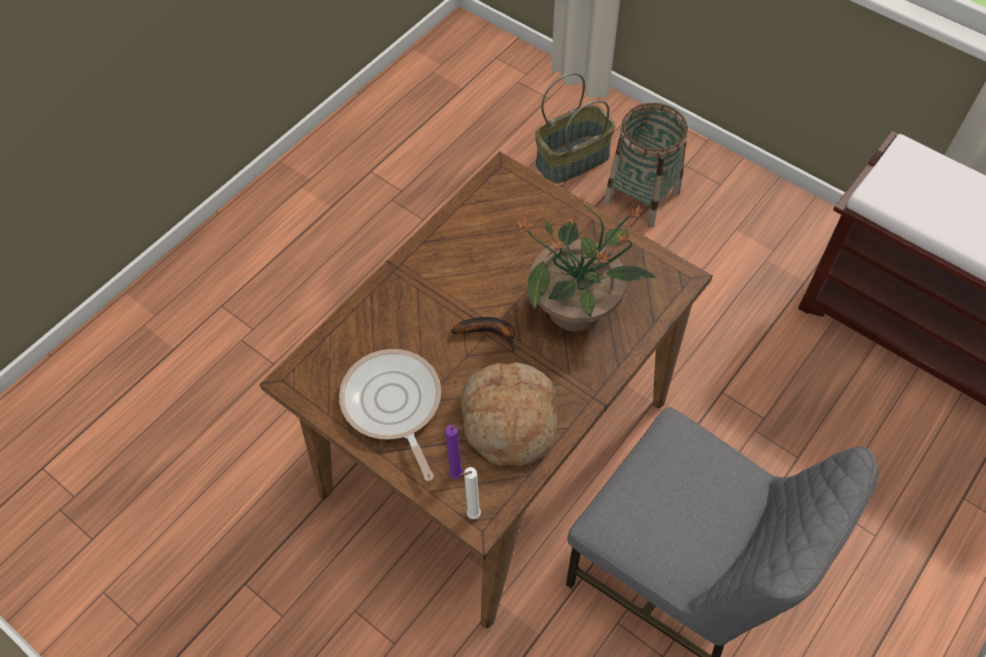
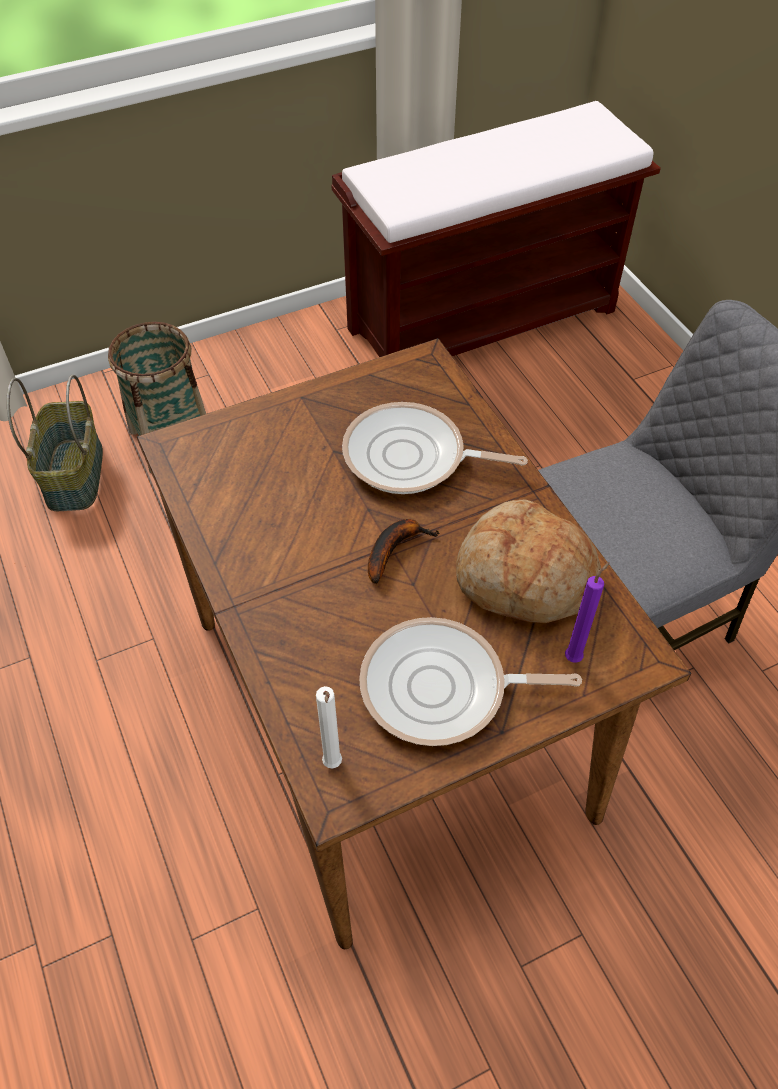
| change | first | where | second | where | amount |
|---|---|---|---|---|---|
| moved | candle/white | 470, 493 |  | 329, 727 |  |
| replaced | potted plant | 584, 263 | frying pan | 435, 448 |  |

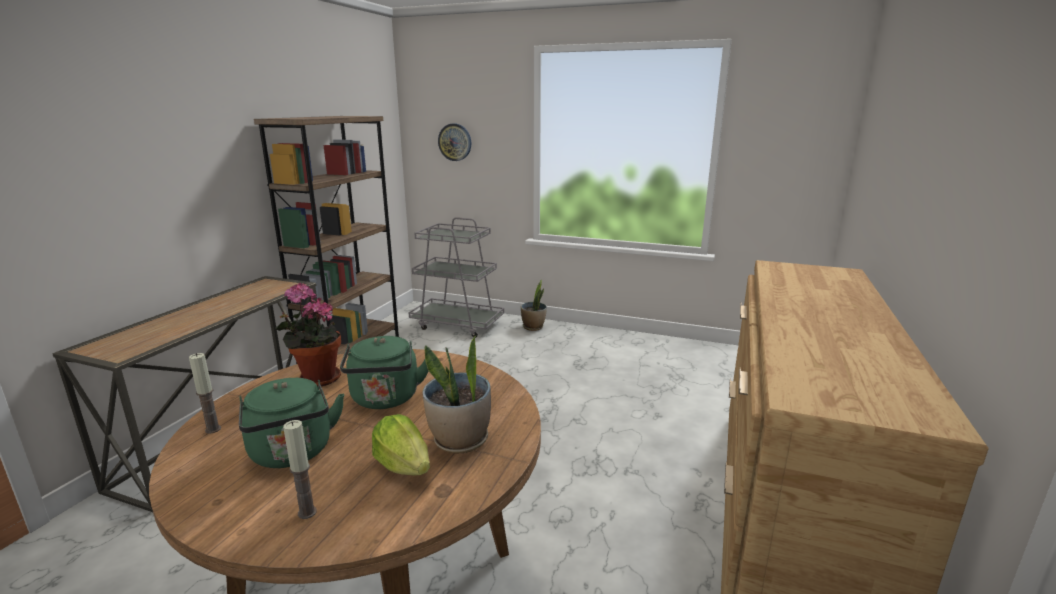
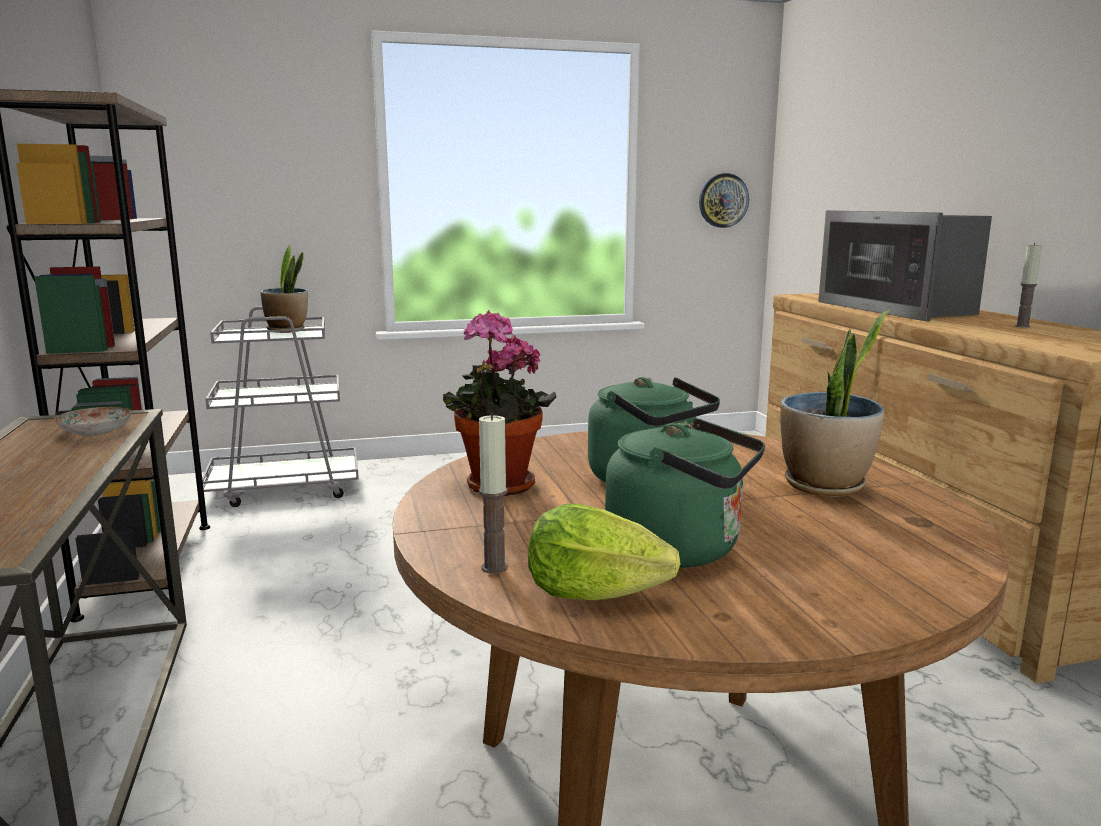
| change | first | where | second | where | amount |
|---|---|---|---|---|---|
| added |  |  | plate | 92, 421 |  |
| moved | potted plant | 534, 305 |  | 284, 289 |  |
| moved | lettuce | 401, 444 |  | 604, 552 |  |
| moved | wall clock | 454, 142 |  | 724, 200 |  |
| added |  |  | microwave | 905, 266 |  |
| moved | candle | 300, 469 |  | 1028, 285 |  |

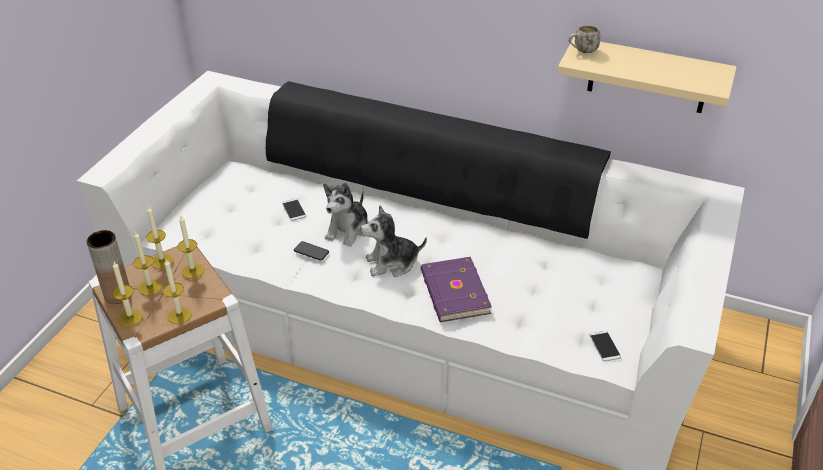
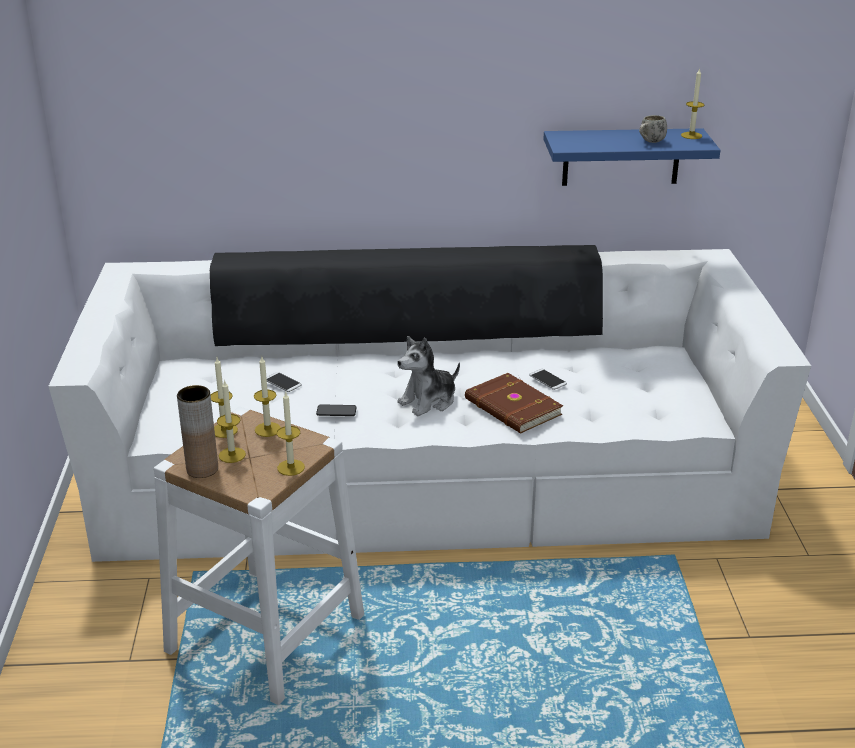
| change | first | where | second | where | amount |
|---|---|---|---|---|---|
| recoloured | book/purple | 456, 289 | book/brown | 514, 403 |  |
| moved | phone | 605, 346 |  | 548, 379 |  |
| recoloured | shelf/beige | 647, 75 | shelf/blue | 632, 157 |  |
| moved | mug/white | 584, 39 |  | 653, 129 |  |
| moved | candle | 127, 294 |  | 692, 103 |  |
| removed | plush toy | 345, 215 |  |  |  |

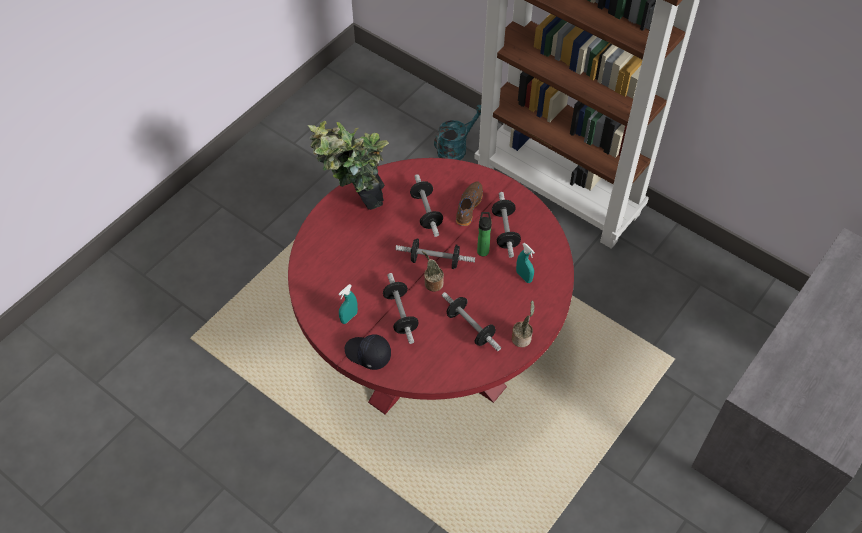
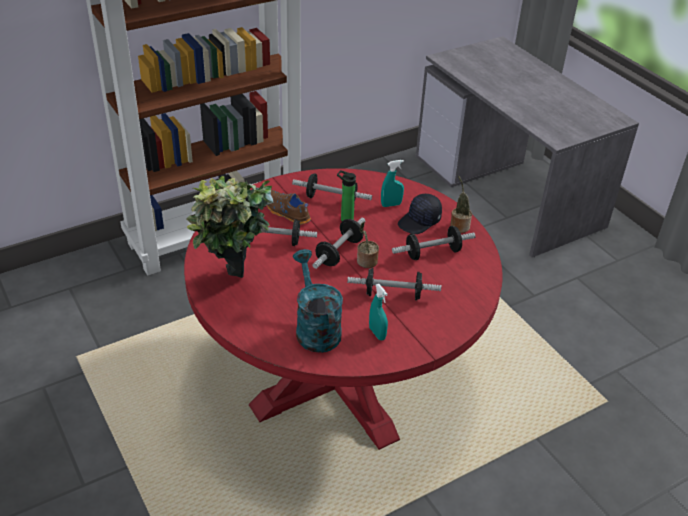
| change | first | where | second | where | amount |
|---|---|---|---|---|---|
| moved | watering can/turquoise | 457, 132 |  | 318, 301 |  |
| moved | cap/black | 368, 352 |  | 420, 214 |  |

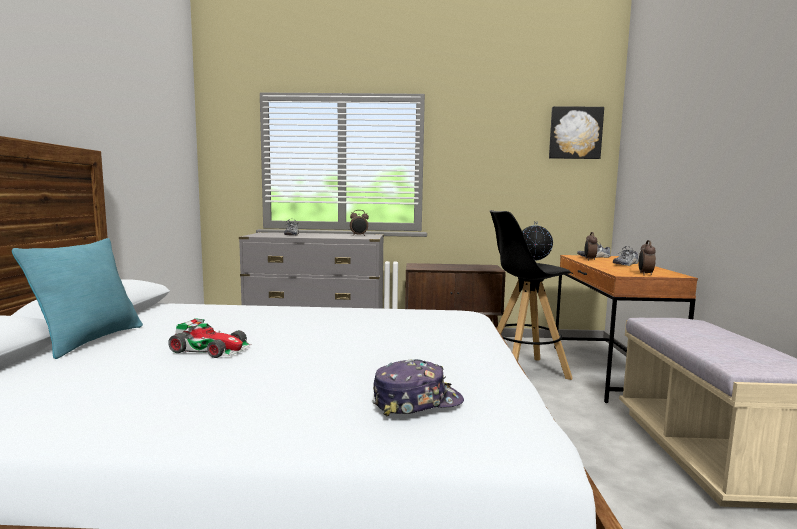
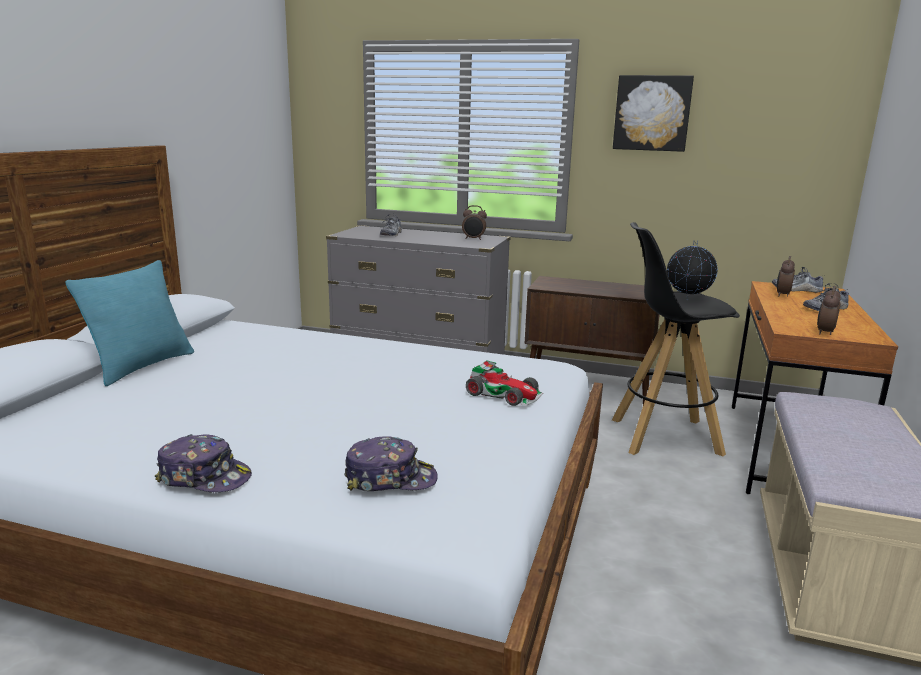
| change | first | where | second | where | amount |
|---|---|---|---|---|---|
| added |  |  | cap | 203, 463 |  |
| moved | toy car | 210, 338 |  | 505, 383 |  |
| moved | picture | 576, 132 |  | 653, 113 |  |

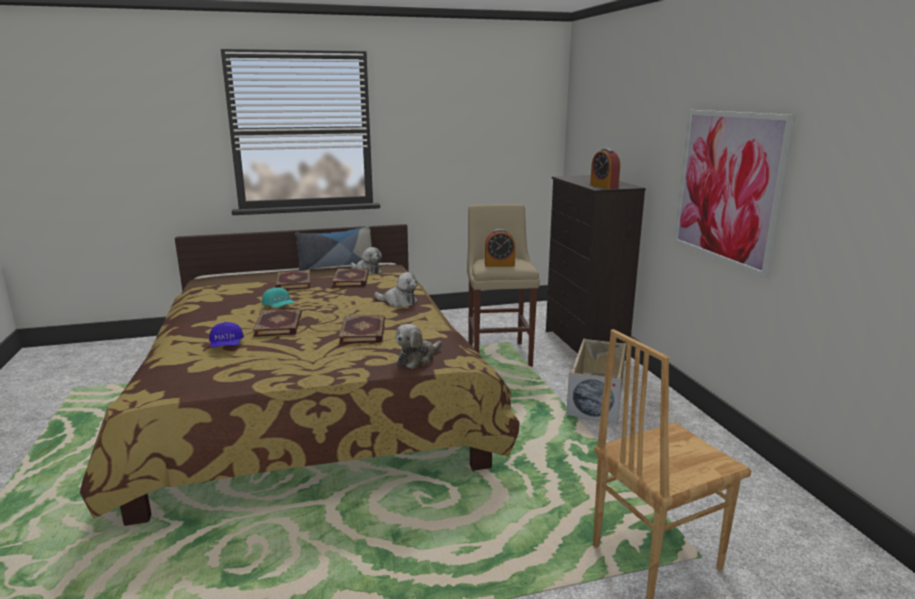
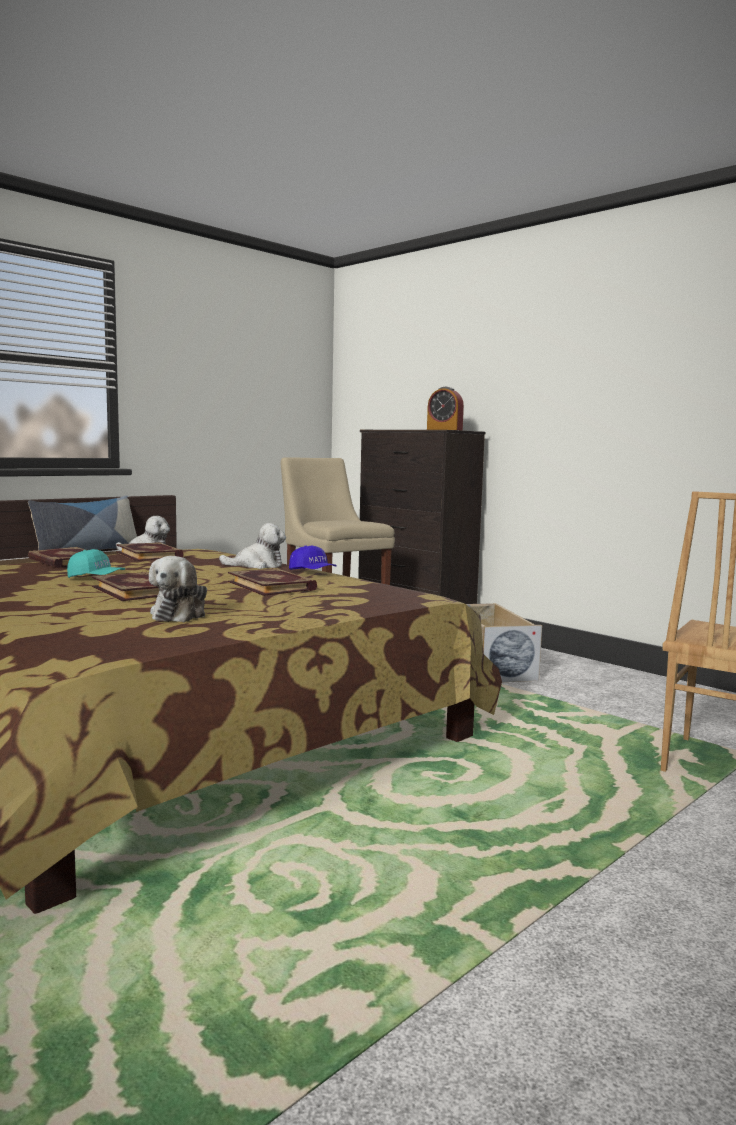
| change | first | where | second | where | amount |
|---|---|---|---|---|---|
| moved | plush toy | 418, 346 |  | 178, 589 |  |
| moved | cap/blue | 226, 334 |  | 313, 558 |  |
| removed | alarm clock | 500, 248 |  |  |  |
| removed | picture | 734, 194 |  |  |  |

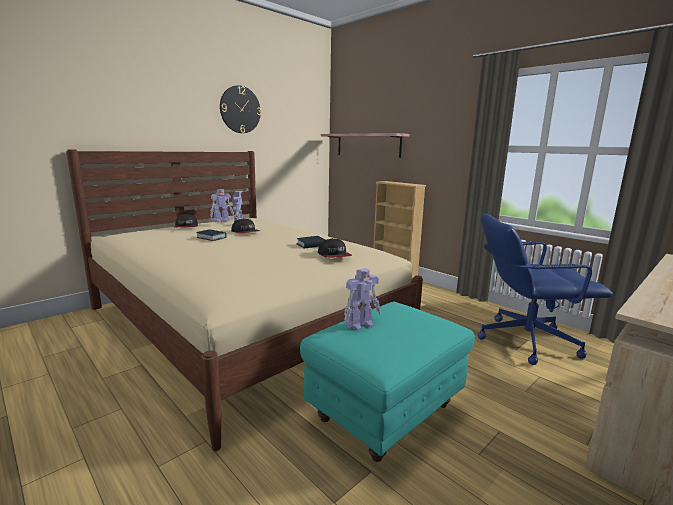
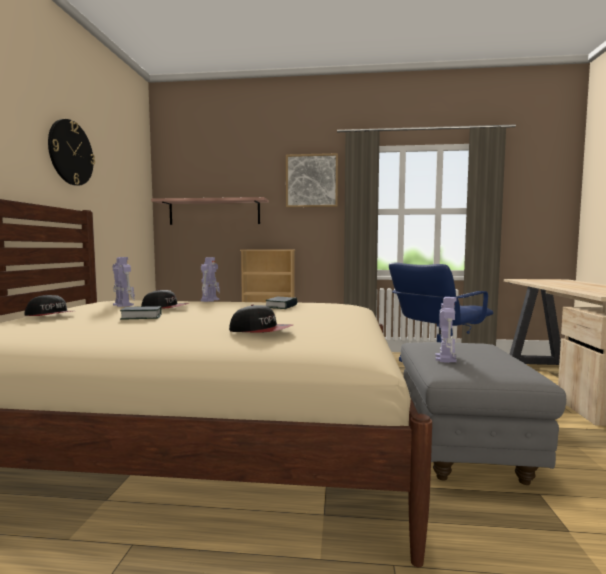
| change | first | where | second | where | amount |
|---|---|---|---|---|---|
| moved | toy robot | 222, 205 |  | 210, 279 |  |
| moved | cap | 335, 248 |  | 261, 319 |  |
| added |  |  | picture | 312, 180 |  |
| recoloured | ottoman/turquoise | 387, 381 | ottoman/grey | 483, 413 |  |

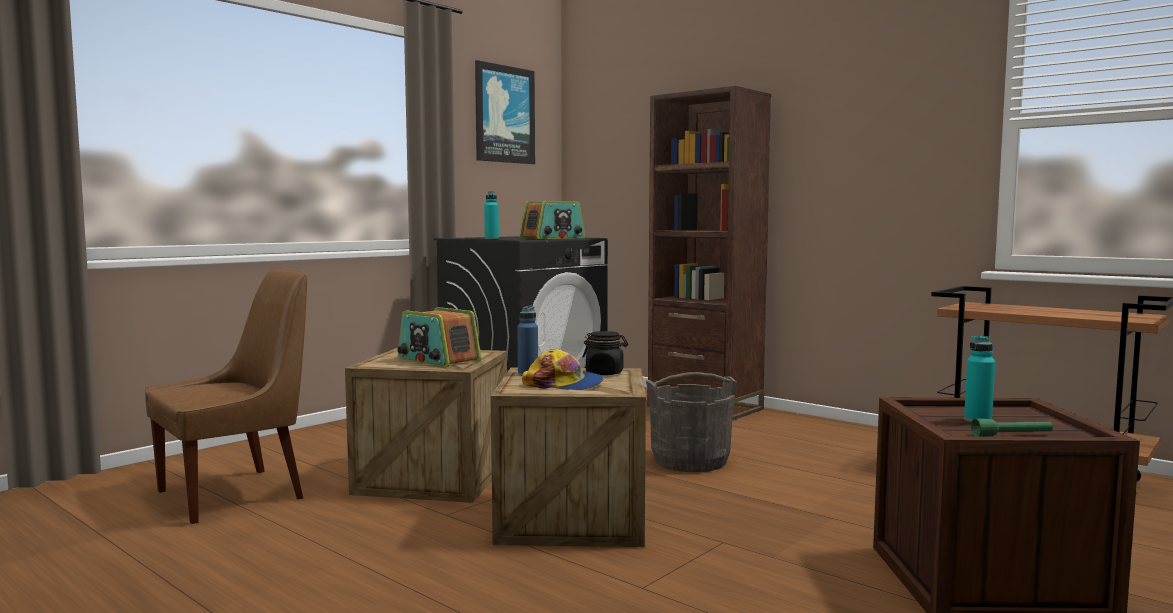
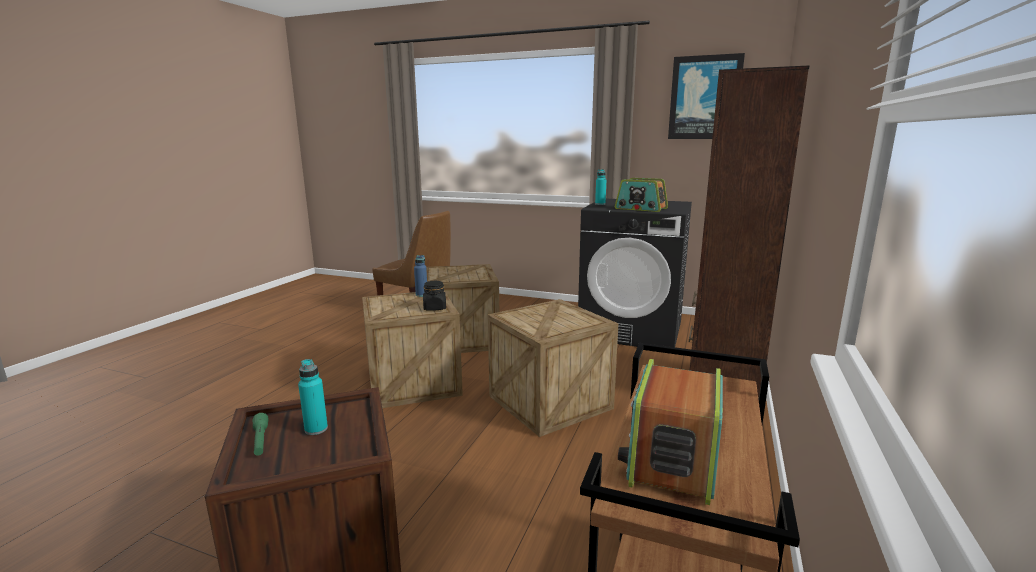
| change | first | where | second | where | amount |
|---|---|---|---|---|---|
| replaced | bucket/grey | 691, 422 | crate | 553, 368 |  |
| moved | radio | 439, 337 |  | 670, 432 |  |
| removed | cap | 563, 369 |  |  |  |

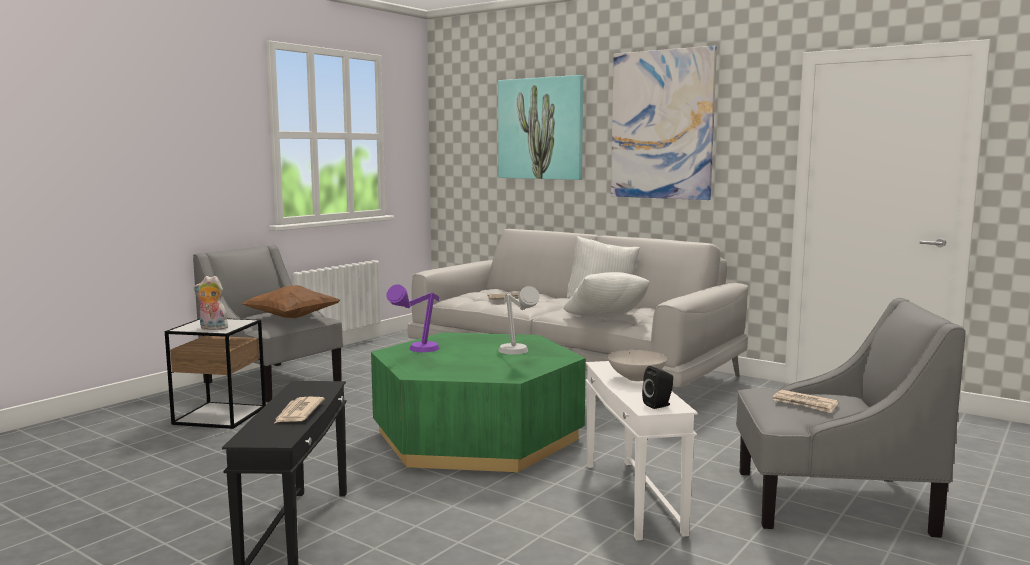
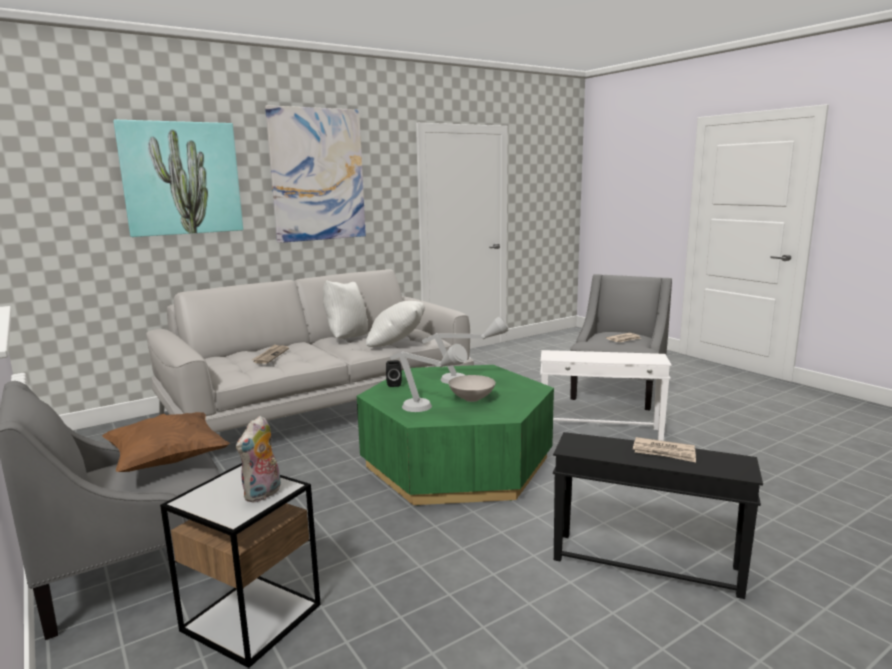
| change | first | where | second | where | amount |
|---|---|---|---|---|---|
| moved | speaker/black | 657, 387 |  | 394, 373 |  |
| recoloured | table lamp/purple | 412, 318 | table lamp/grey | 429, 378 |  |
| moved | bowl/white | 637, 365 |  | 472, 388 |  |

